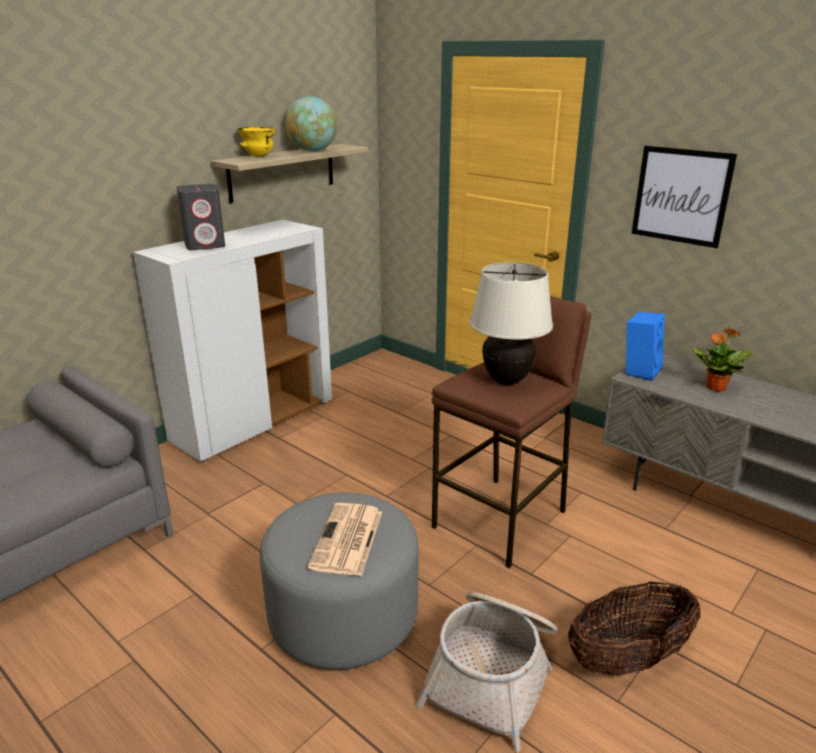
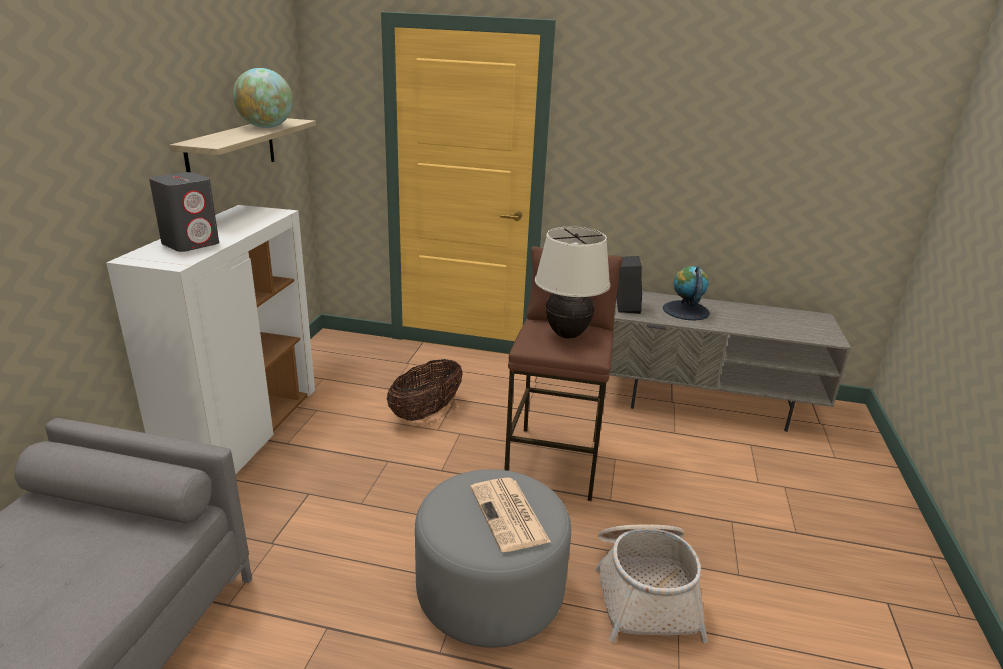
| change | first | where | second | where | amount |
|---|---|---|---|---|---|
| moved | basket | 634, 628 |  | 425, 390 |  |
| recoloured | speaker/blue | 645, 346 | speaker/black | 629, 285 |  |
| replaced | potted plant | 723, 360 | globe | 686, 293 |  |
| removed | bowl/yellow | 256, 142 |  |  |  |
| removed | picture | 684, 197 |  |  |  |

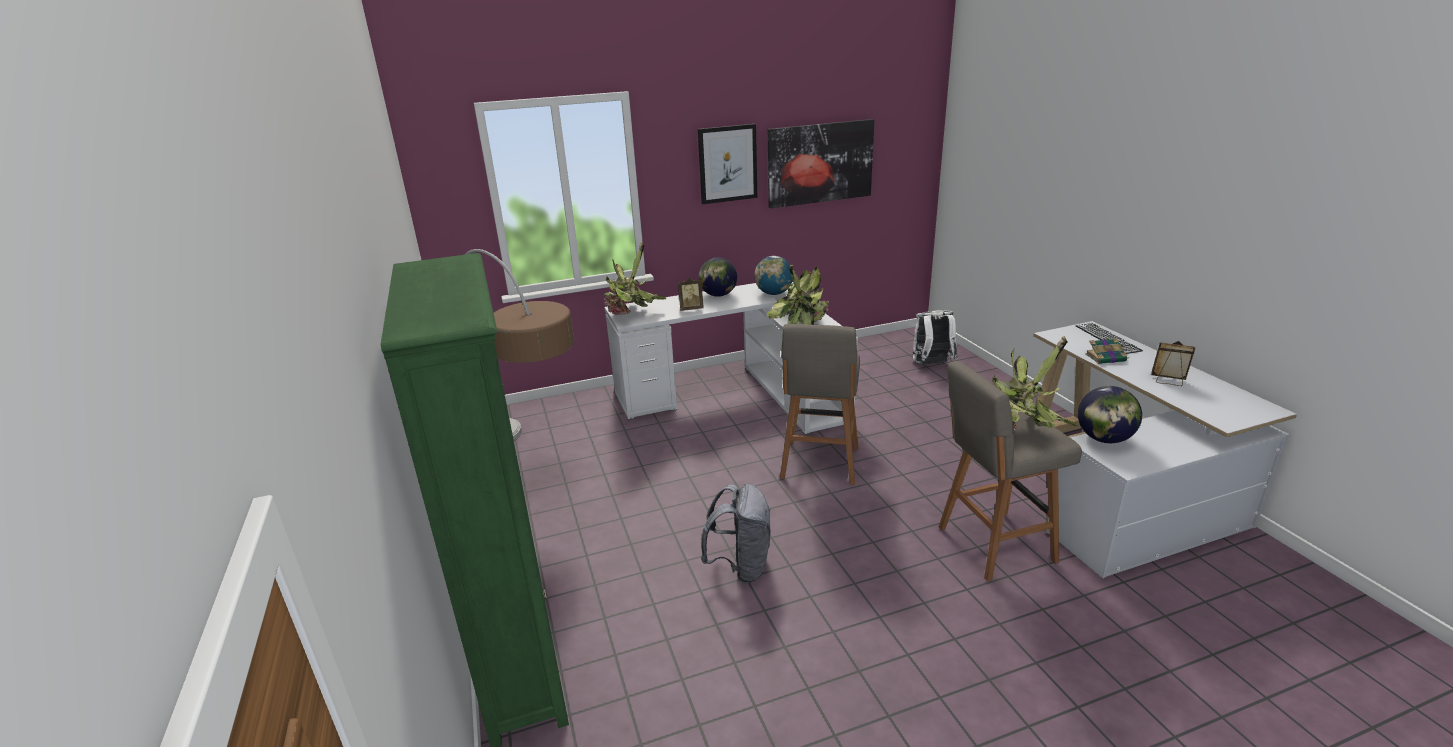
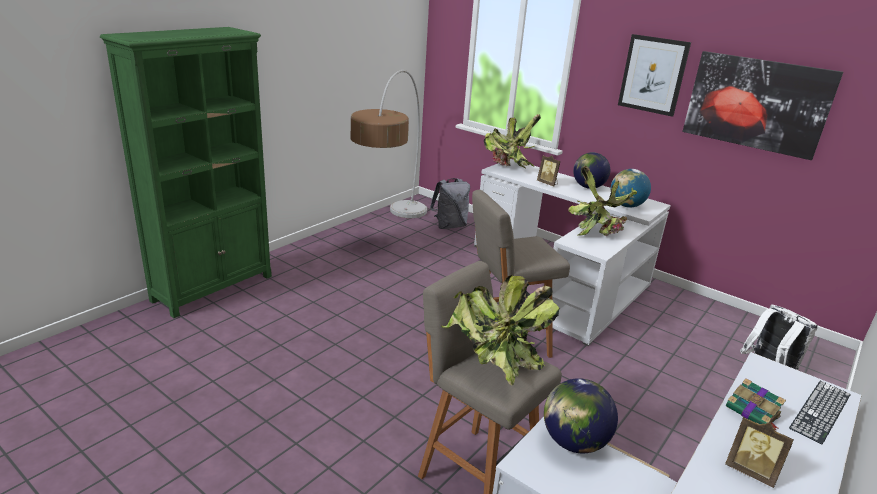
| change | first | where | second | where | amount |
|---|---|---|---|---|---|
| moved | backpack/grey | 736, 533 |  | 450, 203 |  |
| turned | picture frame | 1173, 363 |  | 759, 452 | 135 degrees clockwise |

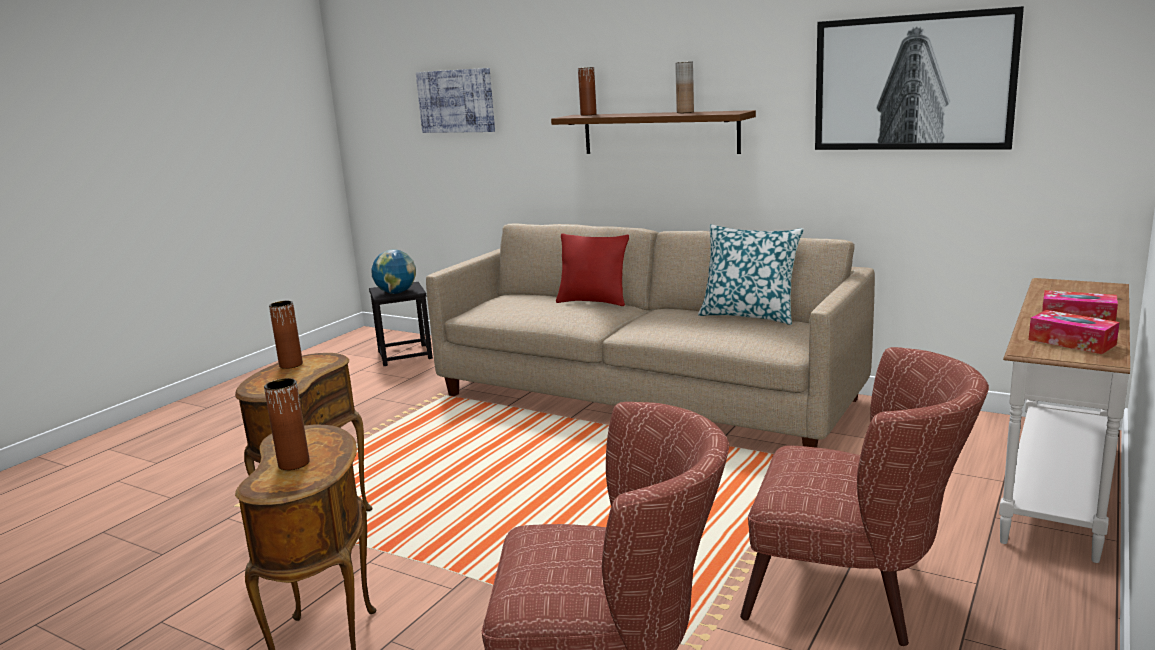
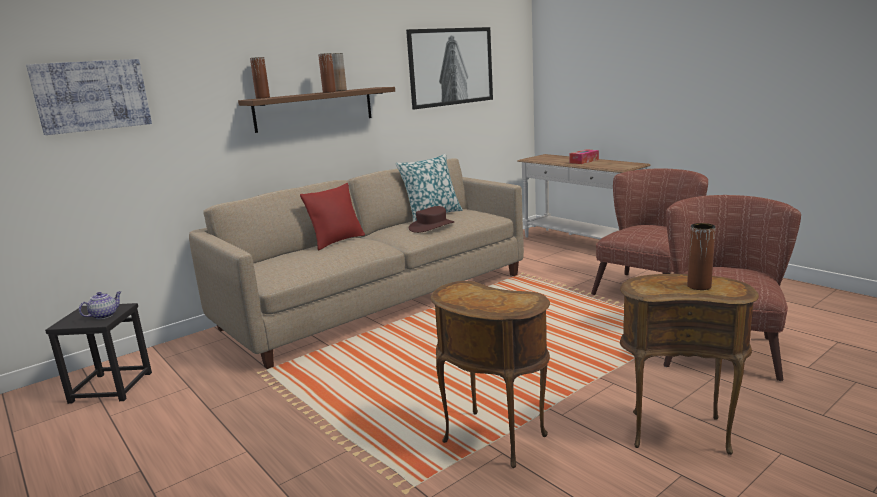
| change | first | where | second | where | amount |
|---|---|---|---|---|---|
| replaced | globe | 393, 272 | teapot | 100, 305 |  |
| moved | vase/brown | 286, 335 |  | 327, 73 |  |
| added |  |  | hat/brown | 431, 219 |  |
| removed | tissue box | 1074, 332 |  |  |  |

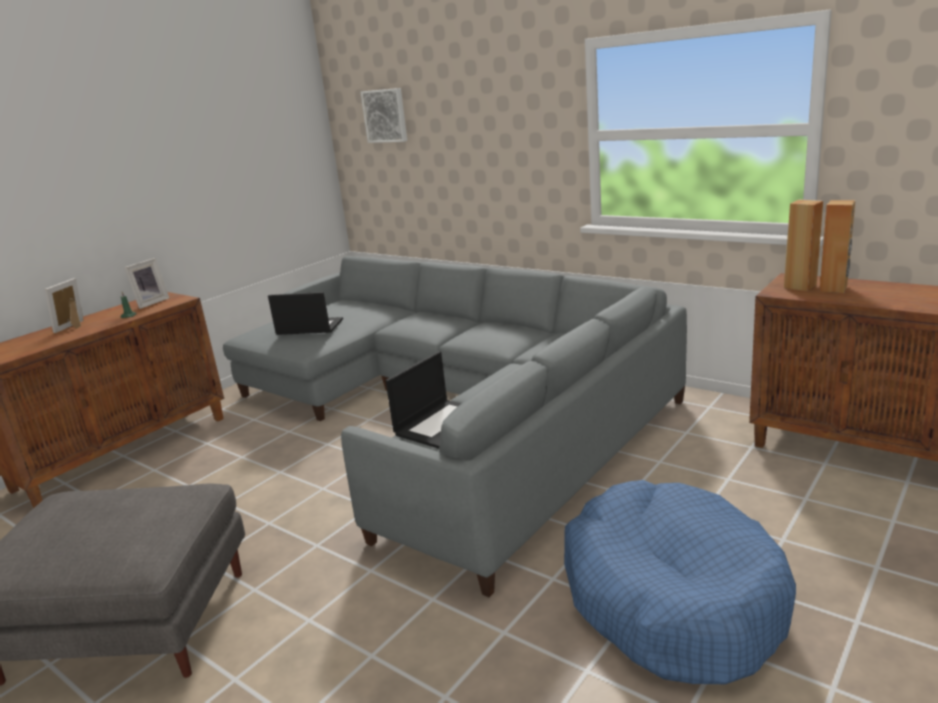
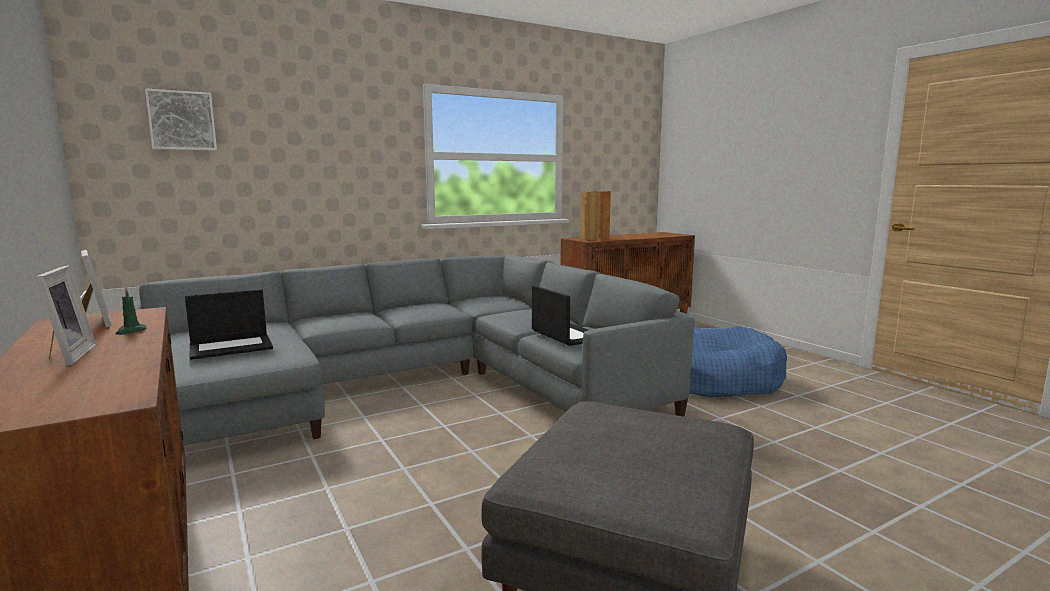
| change | first | where | second | where | amount |
|---|---|---|---|---|---|
| turned | picture frame | 64, 305 |  | 65, 315 | 150 degrees counterclockwise |
| turned | laptop | 305, 313 |  | 229, 324 | 150 degrees counterclockwise |

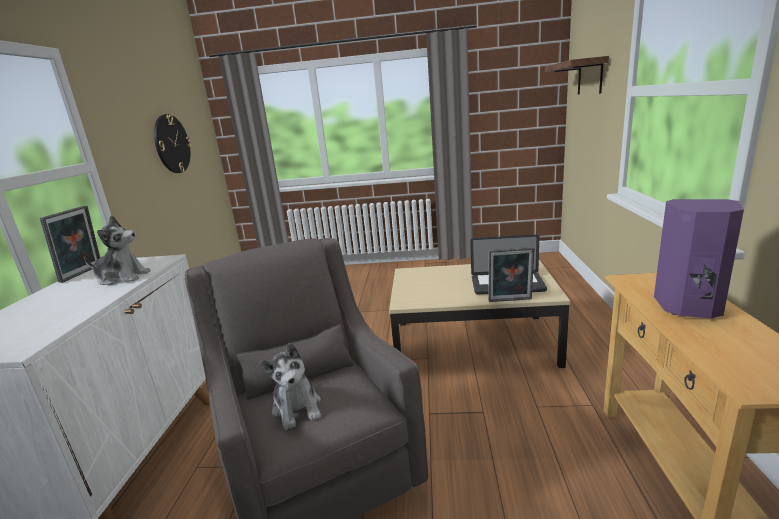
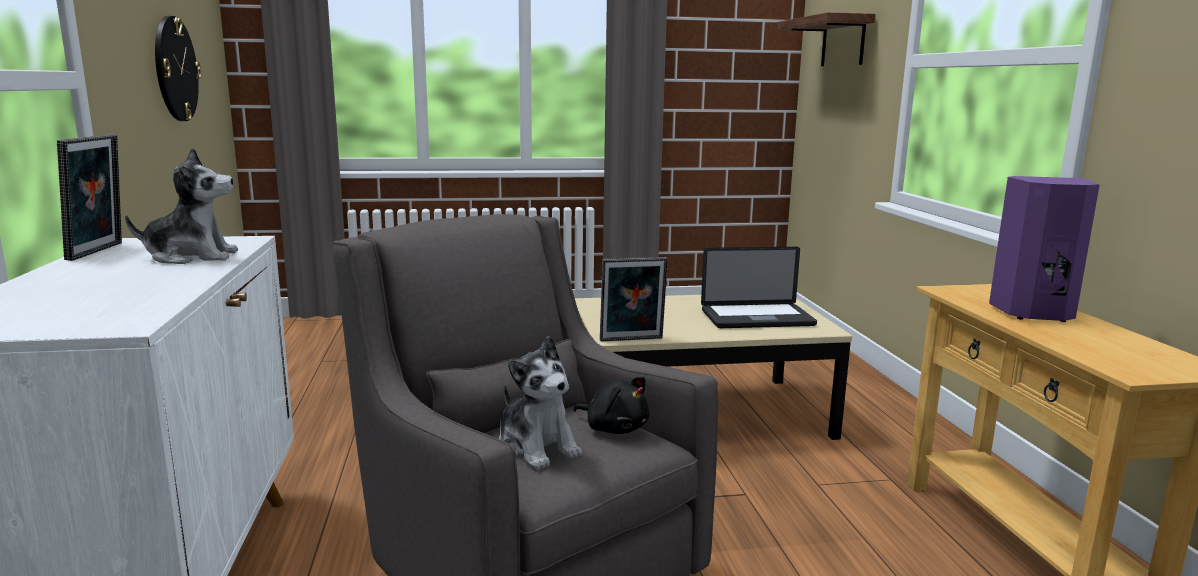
| change | first | where | second | where | amount |
|---|---|---|---|---|---|
| added |  |  | plush toy/black | 611, 405 |  |
| moved | picture frame | 511, 274 |  | 634, 299 |  |

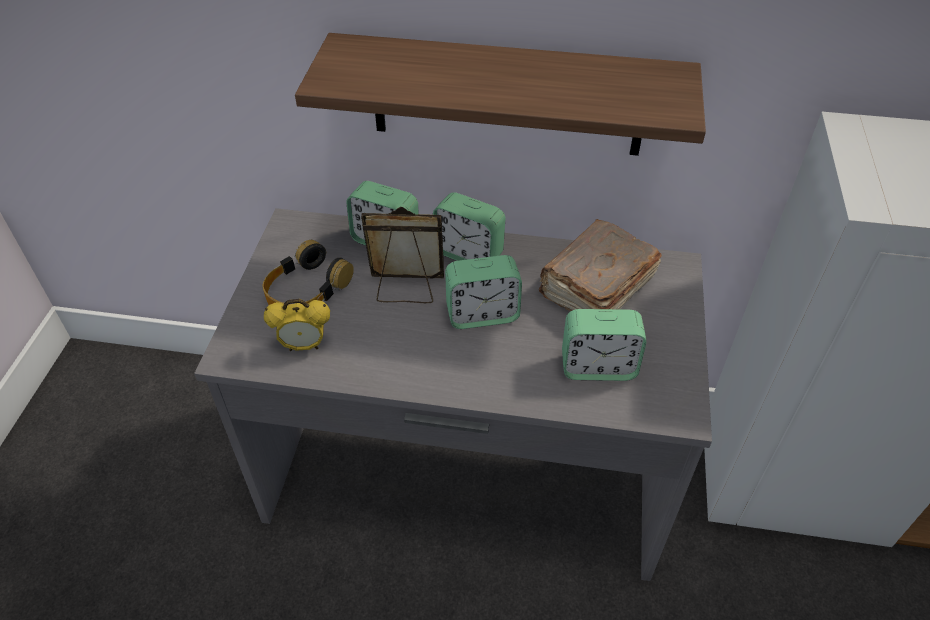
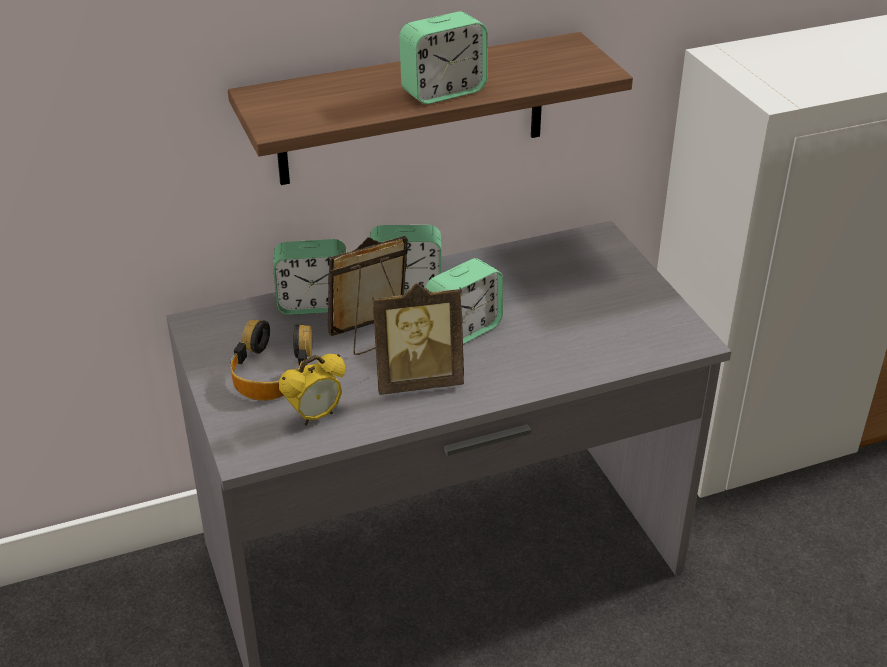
| change | first | where | second | where | amount |
|---|---|---|---|---|---|
| added |  |  | picture frame | 418, 339 |  |
| moved | alarm clock | 604, 345 |  | 443, 57 |  |
| removed | book/brown | 600, 265 |  |  |  |

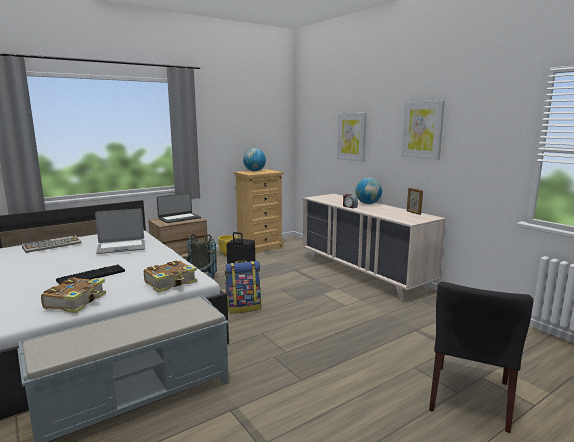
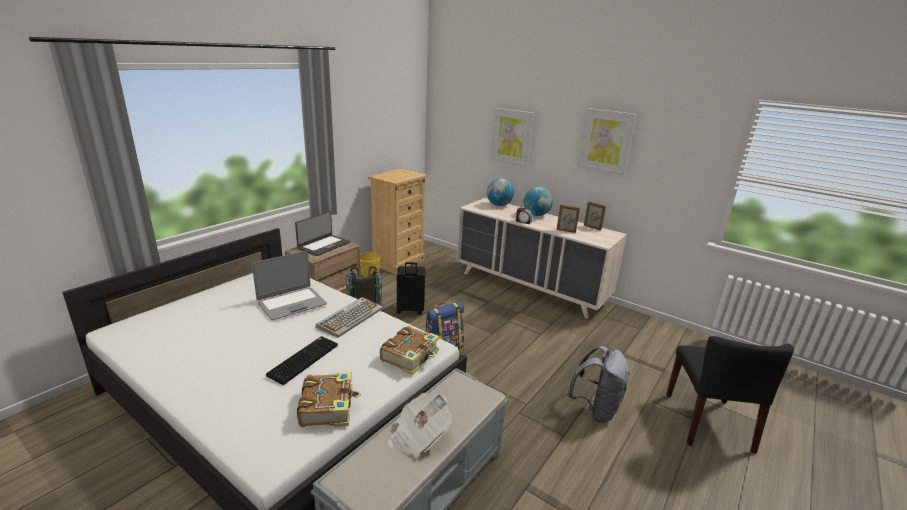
| change | first | where | second | where | amount |
|---|---|---|---|---|---|
| moved | keyboard | 52, 244 |  | 349, 317 |  |
| added |  |  | newspaper | 420, 425 |  |
| moved | globe | 254, 159 |  | 500, 192 |  |
| added |  |  | picture frame | 568, 219 |  |
| added |  |  | backpack/grey | 599, 384 |  |

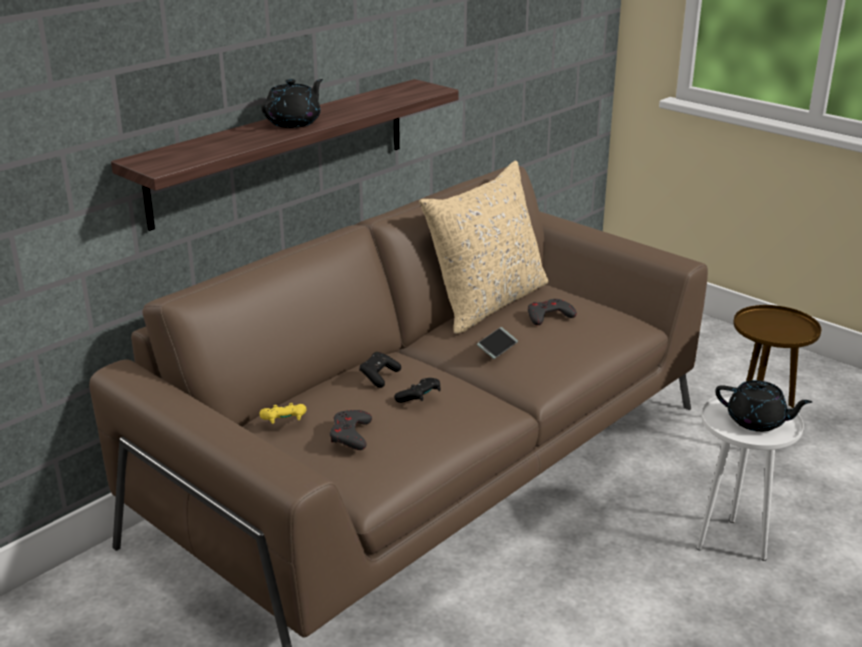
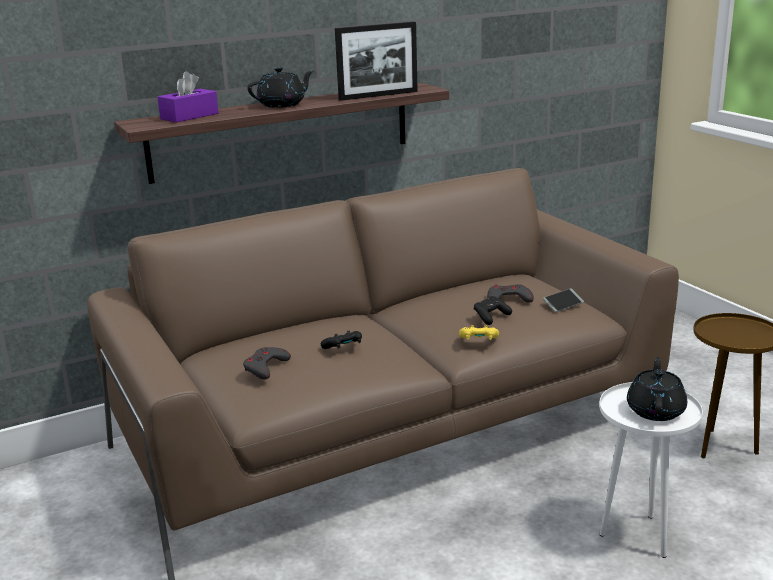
| change | first | where | second | where | amount |
|---|---|---|---|---|---|
| added |  |  | tissue box/purple | 188, 96 |  |
| added |  |  | picture frame | 376, 61 |  |
| moved | game controller/yellow | 282, 413 |  | 479, 332 |  |
| moved | game controller/black | 380, 370 |  | 493, 310 |  |
| moved | phone | 497, 343 |  | 563, 300 |  |
| turned | teapot/black | 763, 406 |  | 657, 389 | 120 degrees counterclockwise |
| removed | pillow/beige | 484, 247 |  |  |  |

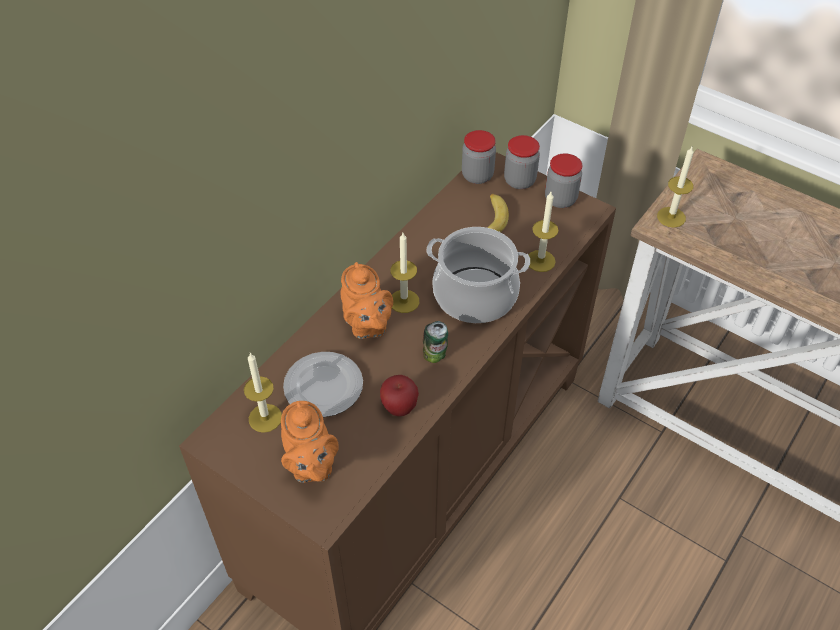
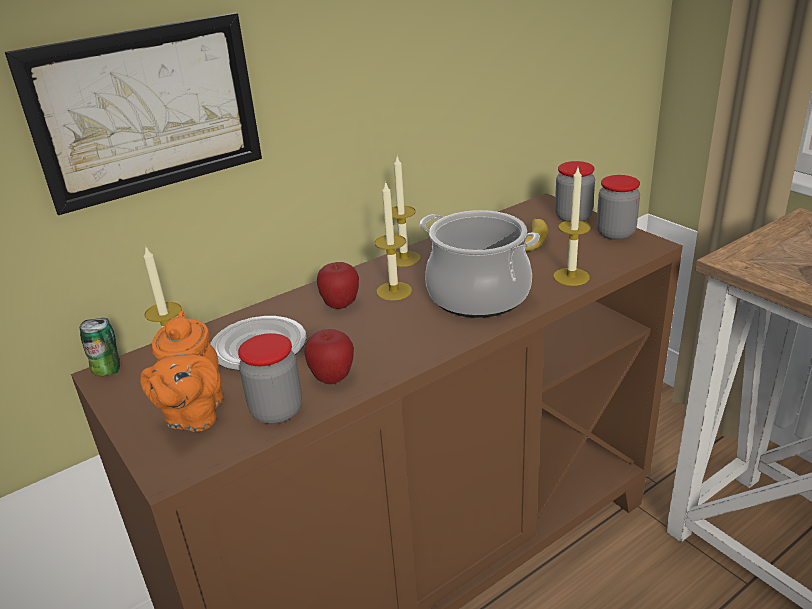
| change | first | where | second | where | amount |
|---|---|---|---|---|---|
| added |  |  | picture | 133, 114 |  |
| moved | can | 435, 342 |  | 99, 347 |  |
| moved | jar | 479, 157 |  | 270, 378 |  |
| replaced | teapot/orange | 367, 300 | apple | 338, 285 |  |
| moved | candle | 675, 187 |  | 406, 211 |  |

